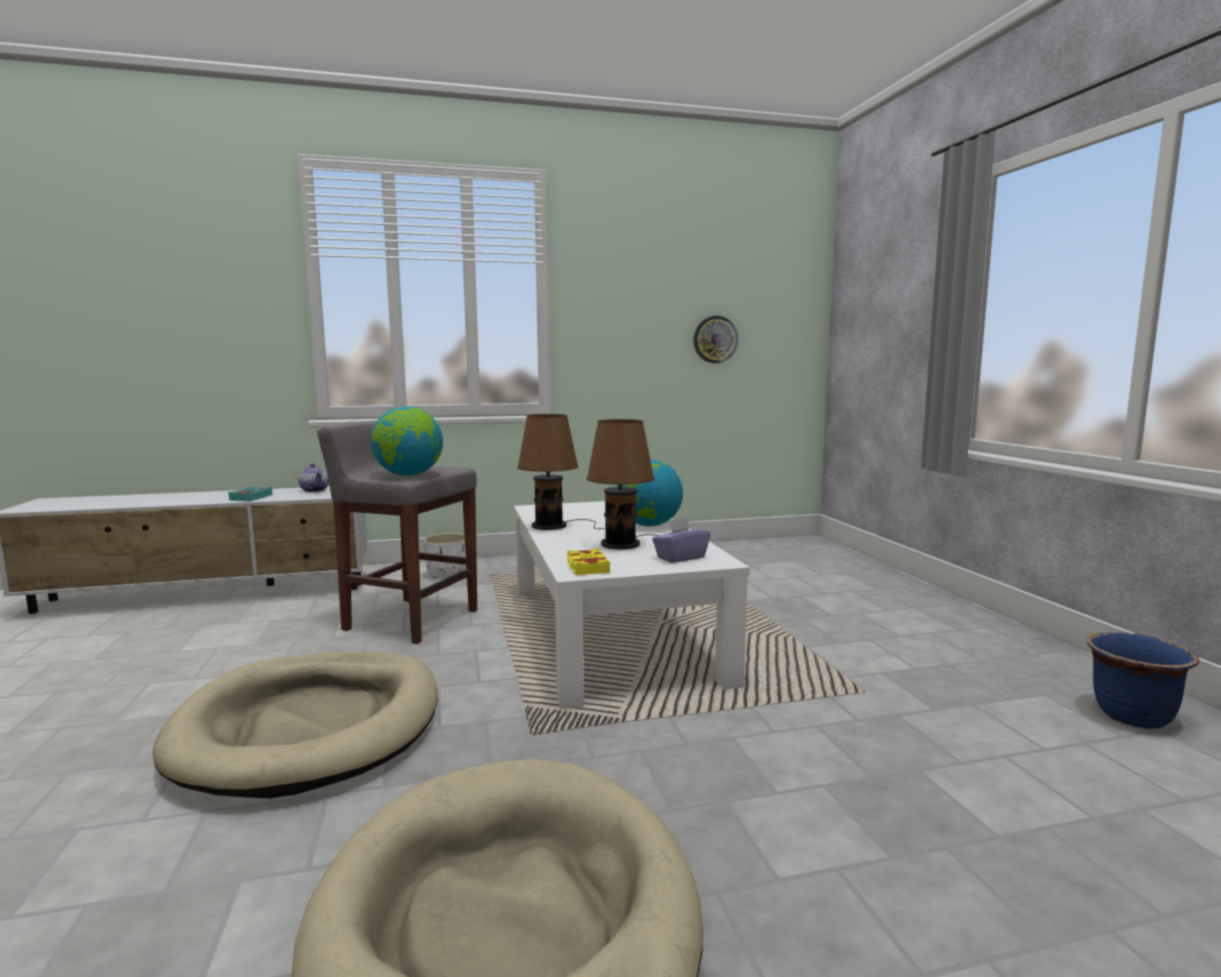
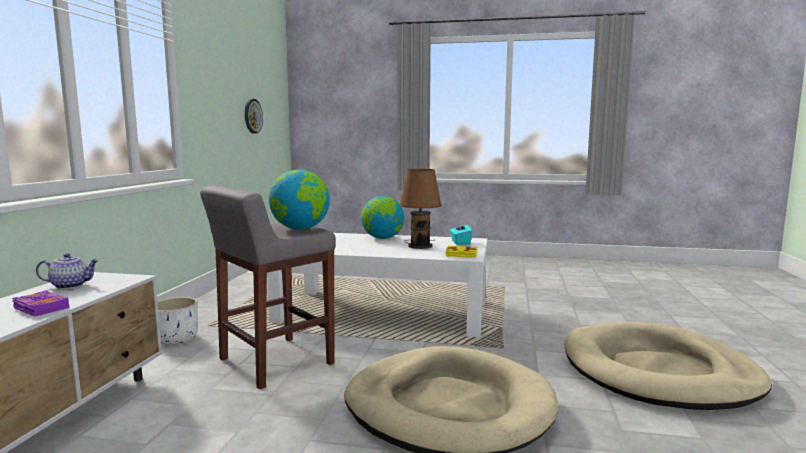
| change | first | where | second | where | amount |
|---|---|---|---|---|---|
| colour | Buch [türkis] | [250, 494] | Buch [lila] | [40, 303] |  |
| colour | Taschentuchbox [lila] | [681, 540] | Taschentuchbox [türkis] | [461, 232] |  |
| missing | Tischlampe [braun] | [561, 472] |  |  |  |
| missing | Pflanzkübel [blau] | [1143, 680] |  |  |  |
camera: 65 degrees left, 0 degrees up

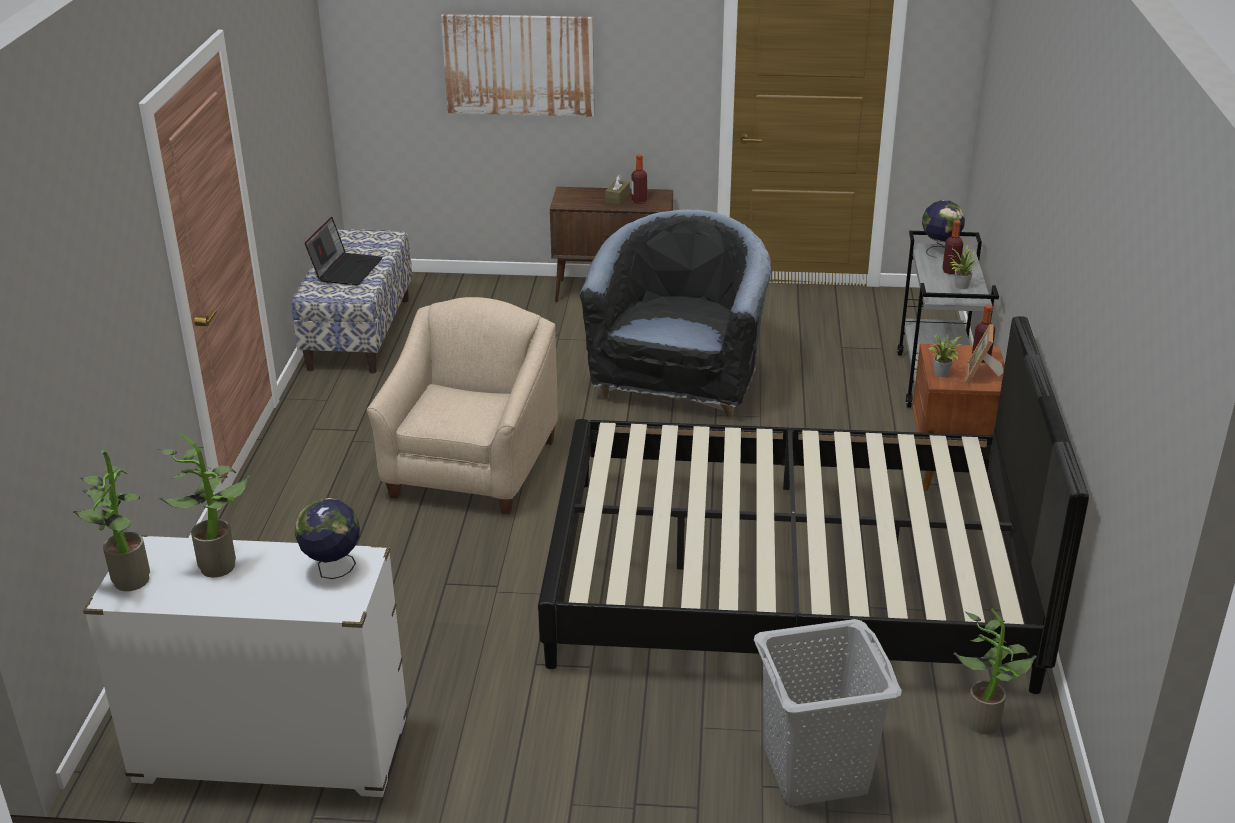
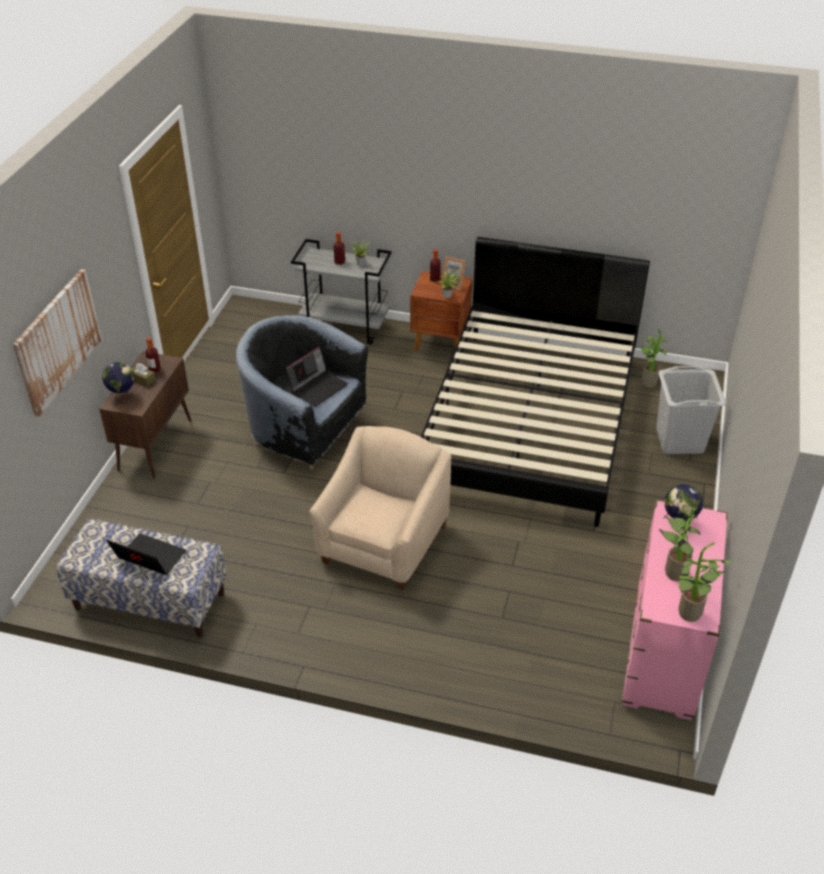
| change | first | where | second | where | amount |
|---|---|---|---|---|---|
| relocated | Globus | [943, 229] |  | [118, 383] |  |
| appeared |  |  | Laptop | [316, 376] |  |
| spun | Sessel [beige] | [462, 405] |  | [380, 508] | 90 degrees clockwise |
| colour | Kommode [weiß] | [245, 666] | Kommode [rosa] | [674, 609] |  |
camera: 80 degrees left, 10 degrees up

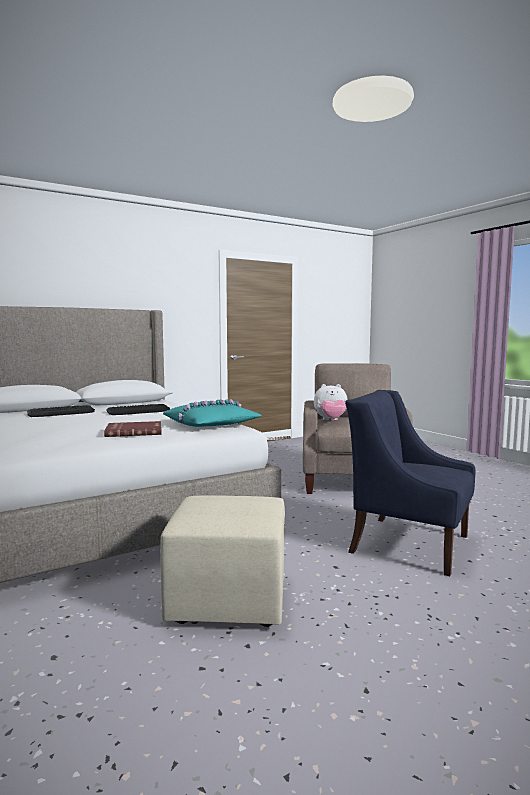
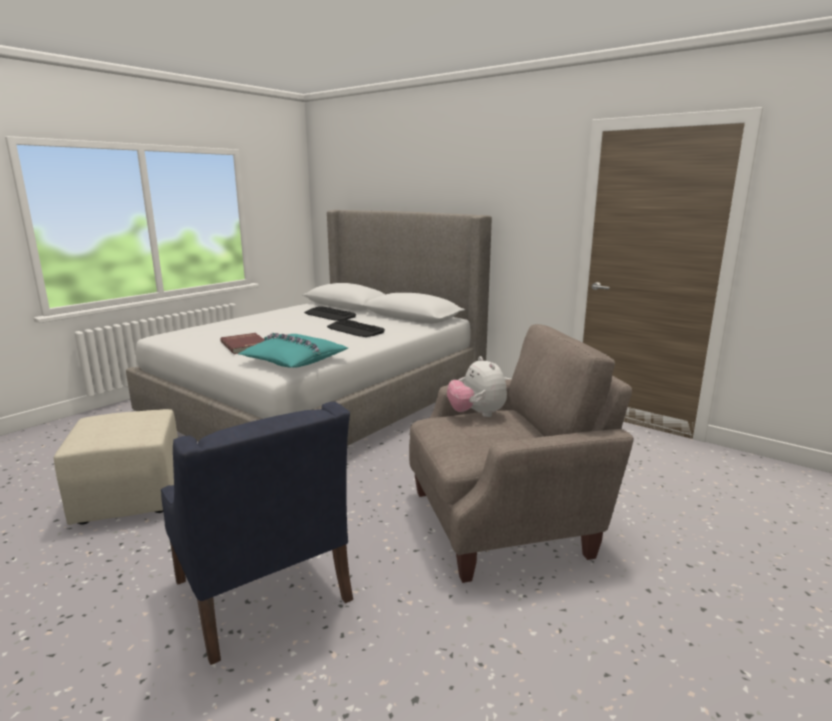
| change | first | where | second | where | amount |
|---|---|---|---|---|---|
| spun | Sessel [blau] | [410, 483] |  | [257, 533] | 135 degrees clockwise |
camera: 70 degrees right, 10 degrees up

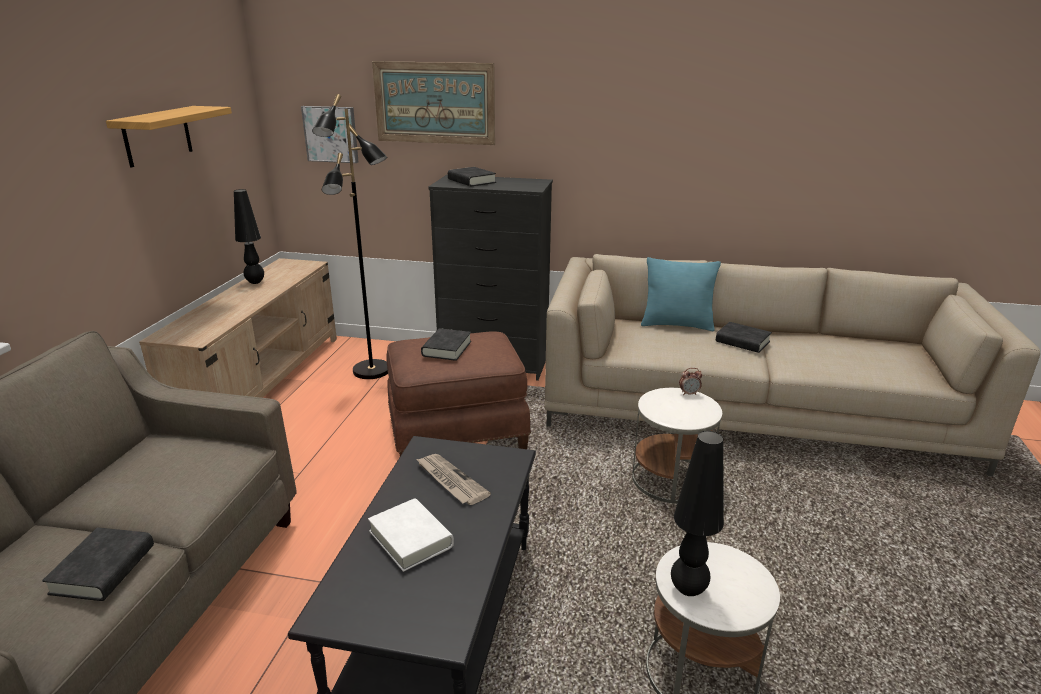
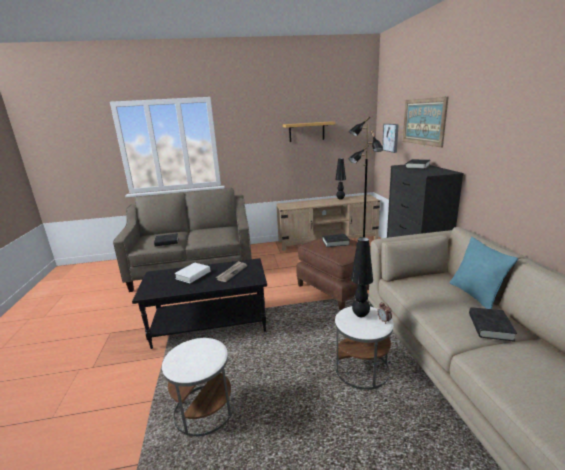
| change | first | where | second | where | amount |
|---|---|---|---|---|---|
| relocated | Tischlampe [schwarz] | [697, 513] |  | [362, 277] |  |
camera: 70 degrees right, 5 degrees down

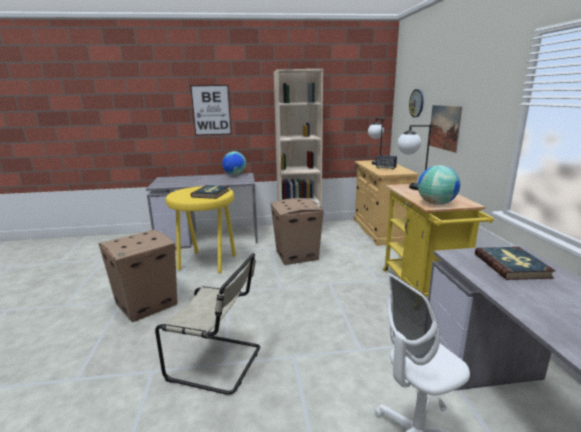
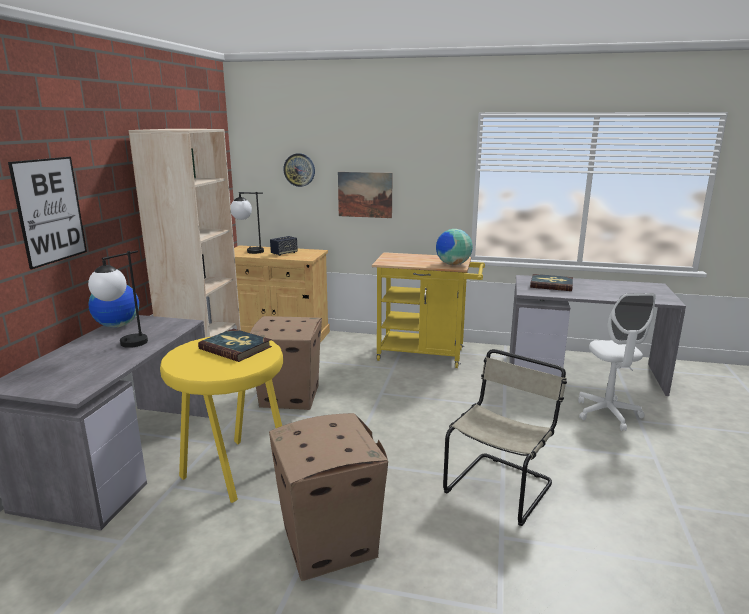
| change | first | where | second | where | amount |
|---|---|---|---|---|---|
| relocated | Tischlampe | [417, 157] |  | [118, 299] |  |
camera: 70 degrees left, 0 degrees up

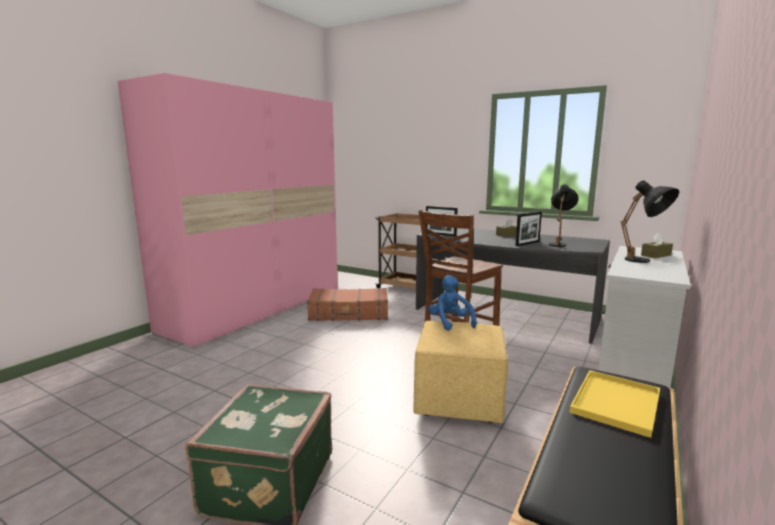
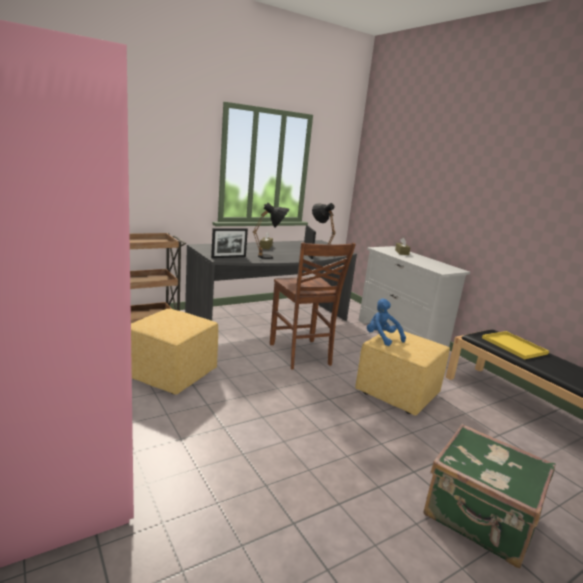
| change | first | where | second | where | amount |
|---|---|---|---|---|---|
| exchanged | Koffer [braun] | [347, 304] | Polsterhocker [gelb] | [174, 352] |  |
| relocated | Tischlampe [schwarz] | [650, 221] |  | [271, 231] |  |
| spun | Plüschtier [blau] | [452, 303] |  | [386, 322] | 45 degrees clockwise |
camera: 65 degrees left, 5 degrees up

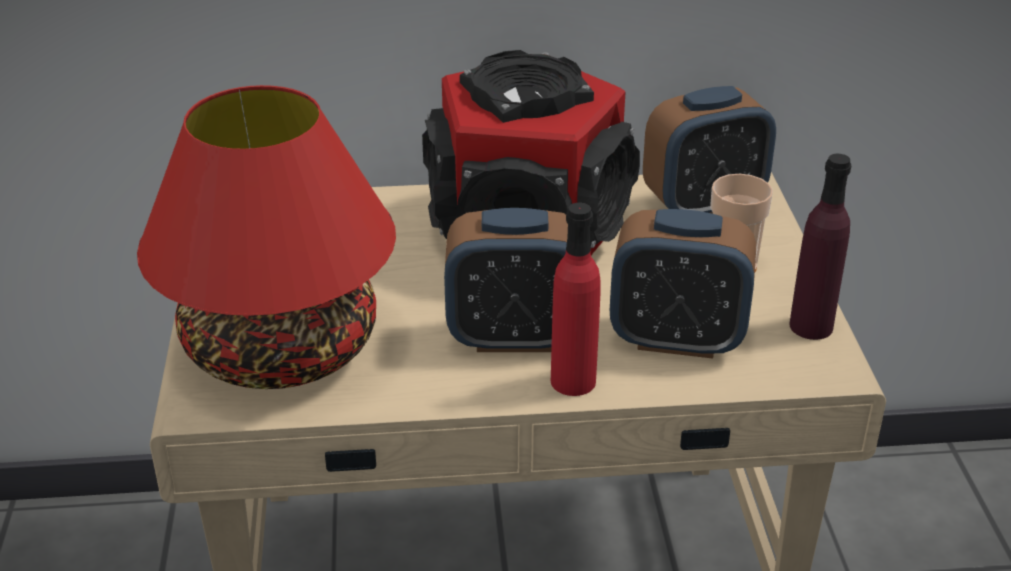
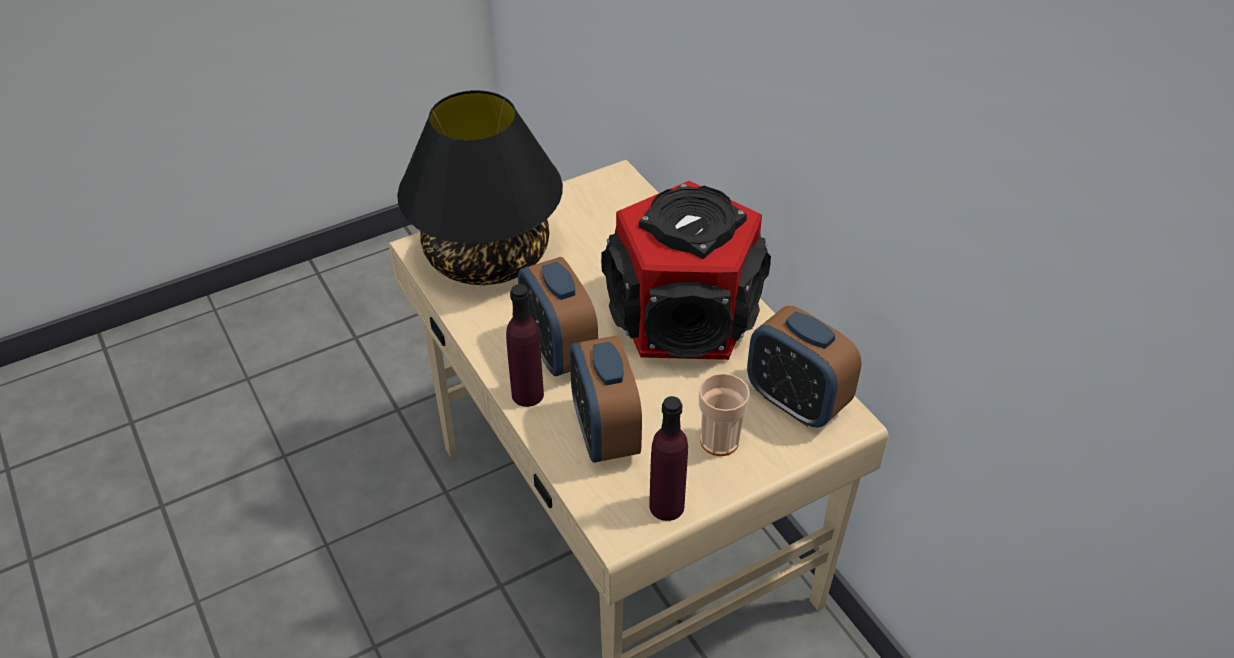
| change | first | where | second | where | amount |
|---|---|---|---|---|---|
| colour | Tischlampe [rot] | [266, 237] | Tischlampe [schwarz] | [480, 187] |  |
| colour | Flasche [rot] | [576, 299] | Flasche [lila] | [525, 345] |  |
camera: 65 degrees right, 10 degrees up

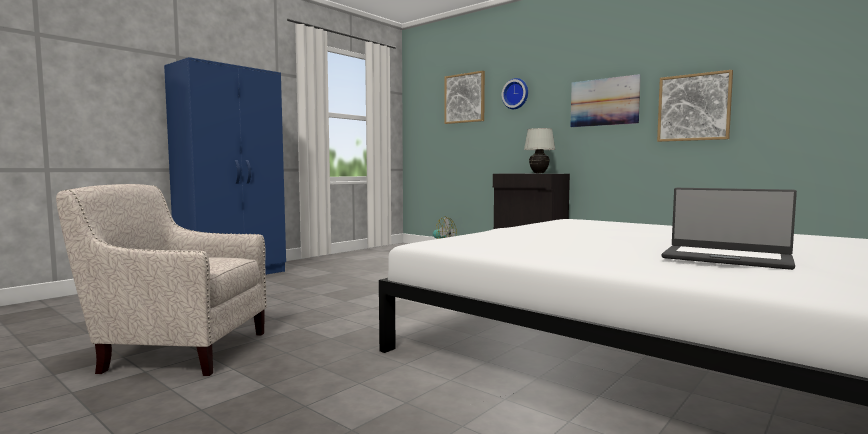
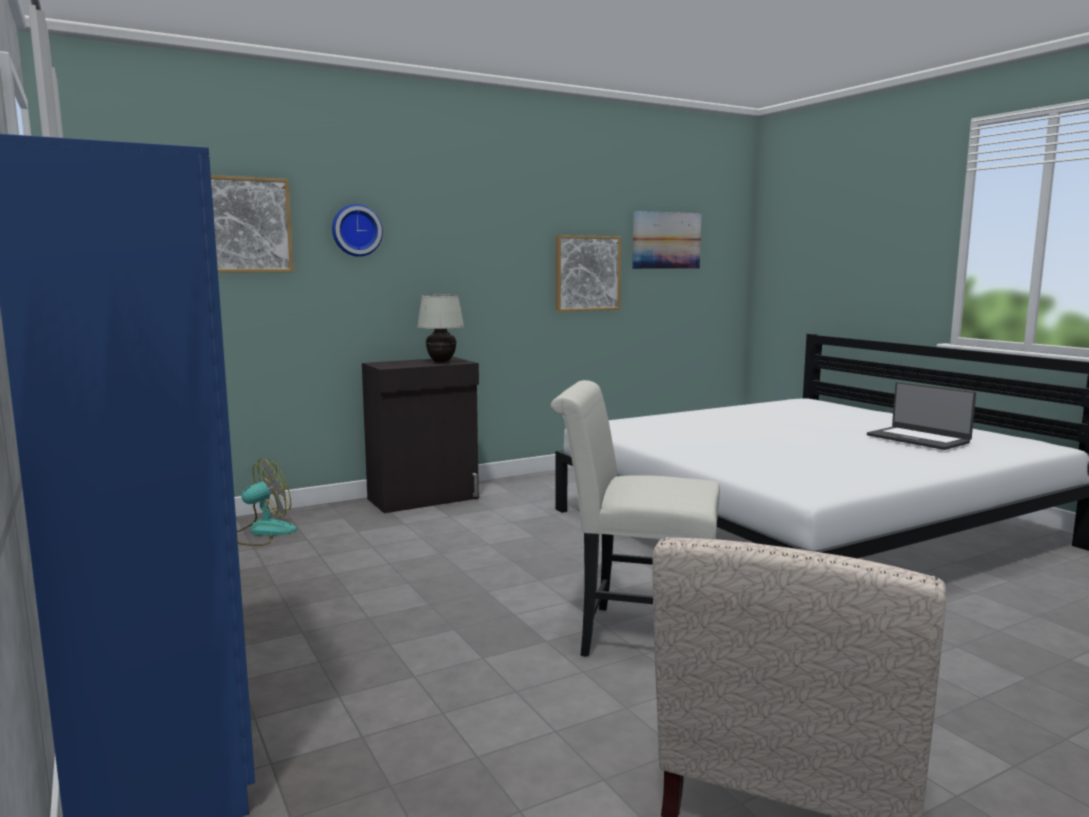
| change | first | where | second | where | amount |
|---|---|---|---|---|---|
| appeared |  |  | Stuhl [weiß] | [635, 518] |  |
| relocated | Bild | [605, 100] |  | [667, 240] |  |
| spun | Laptop | [729, 229] |  | [921, 416] | 90 degrees clockwise |
camera: 70 degrees left, 5 degrees up

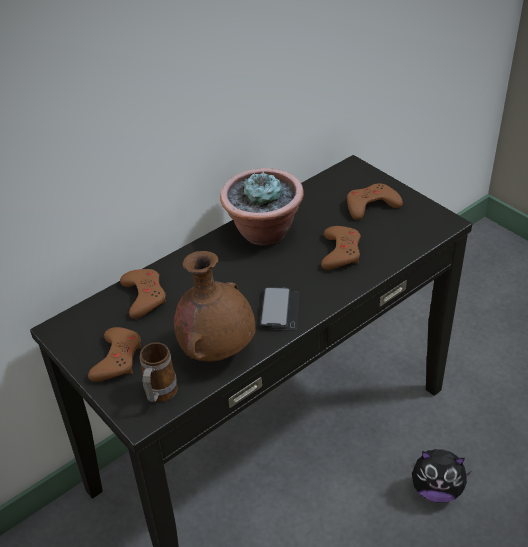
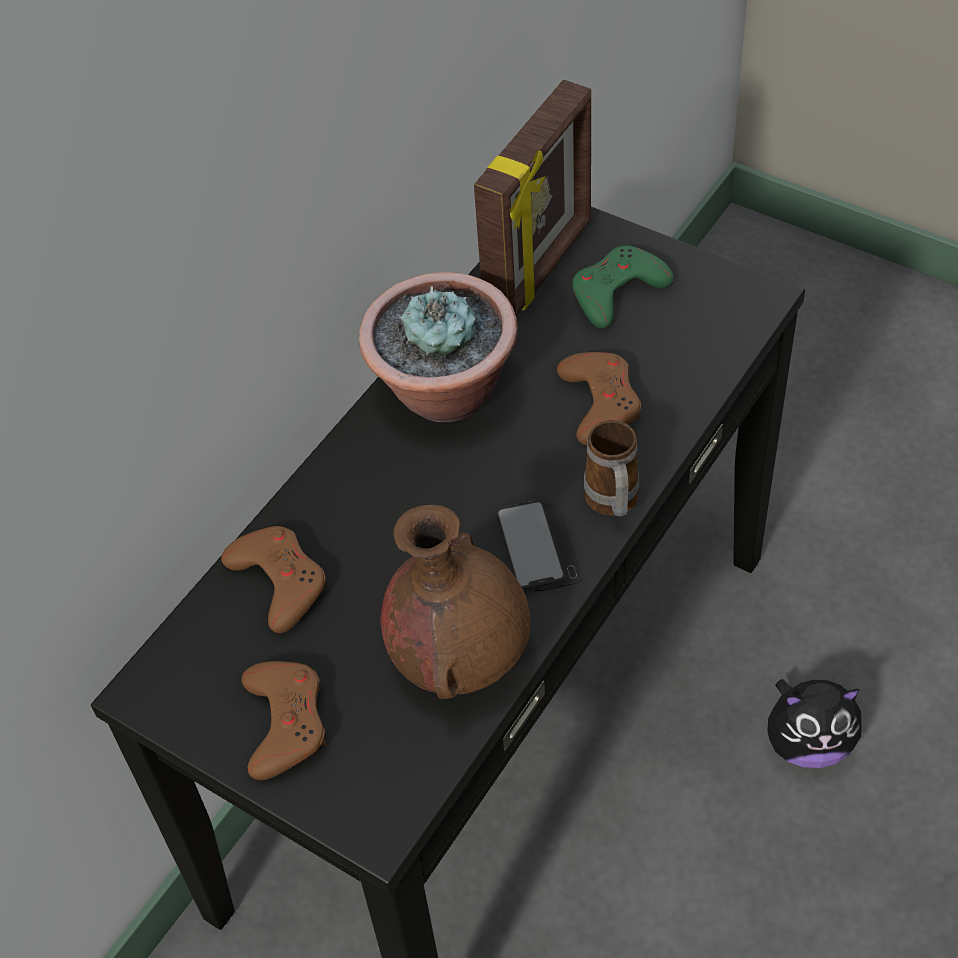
| change | first | where | second | where | amount |
|---|---|---|---|---|---|
| appeared |  |  | Bilderrahmen | [532, 198] |  |
| colour | Gamepad [braun] | [375, 201] | Gamepad [grün] | [623, 287] |  |
| relocated | Henkelbecher | [159, 372] |  | [611, 468] |  |
camera: 15 degrees left, 10 degrees up

